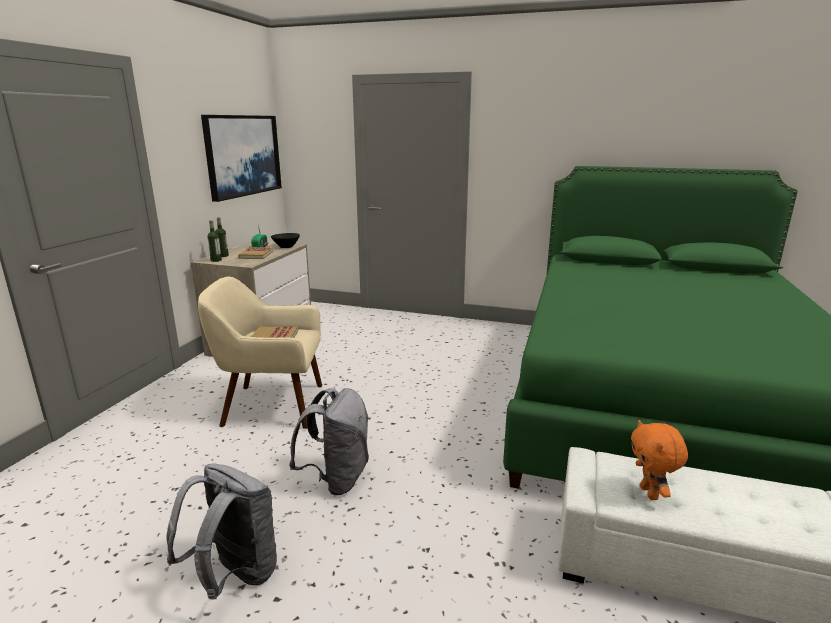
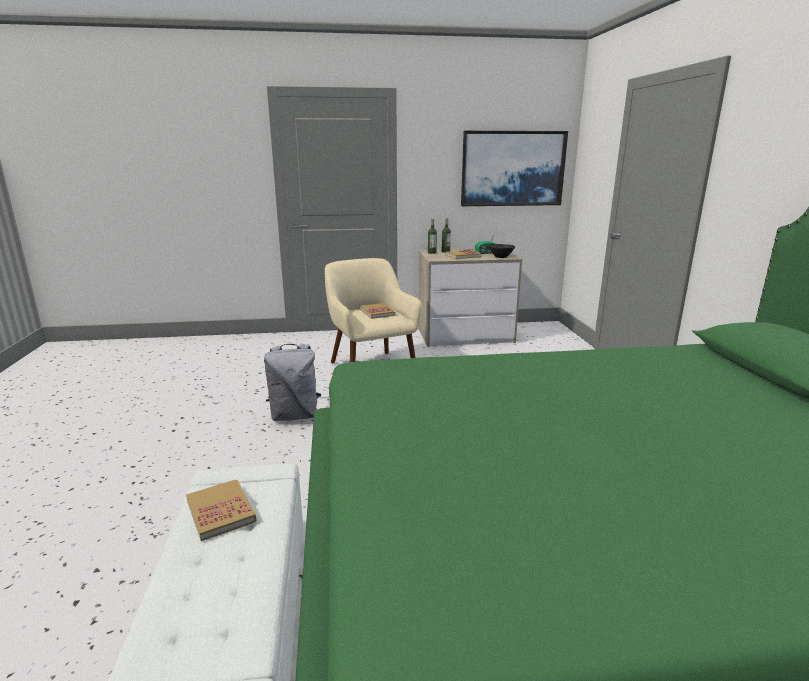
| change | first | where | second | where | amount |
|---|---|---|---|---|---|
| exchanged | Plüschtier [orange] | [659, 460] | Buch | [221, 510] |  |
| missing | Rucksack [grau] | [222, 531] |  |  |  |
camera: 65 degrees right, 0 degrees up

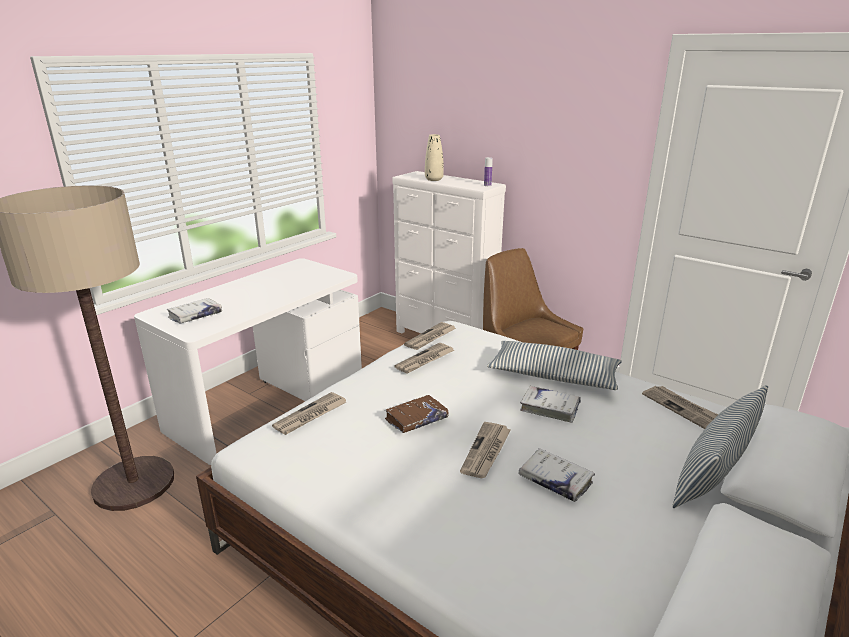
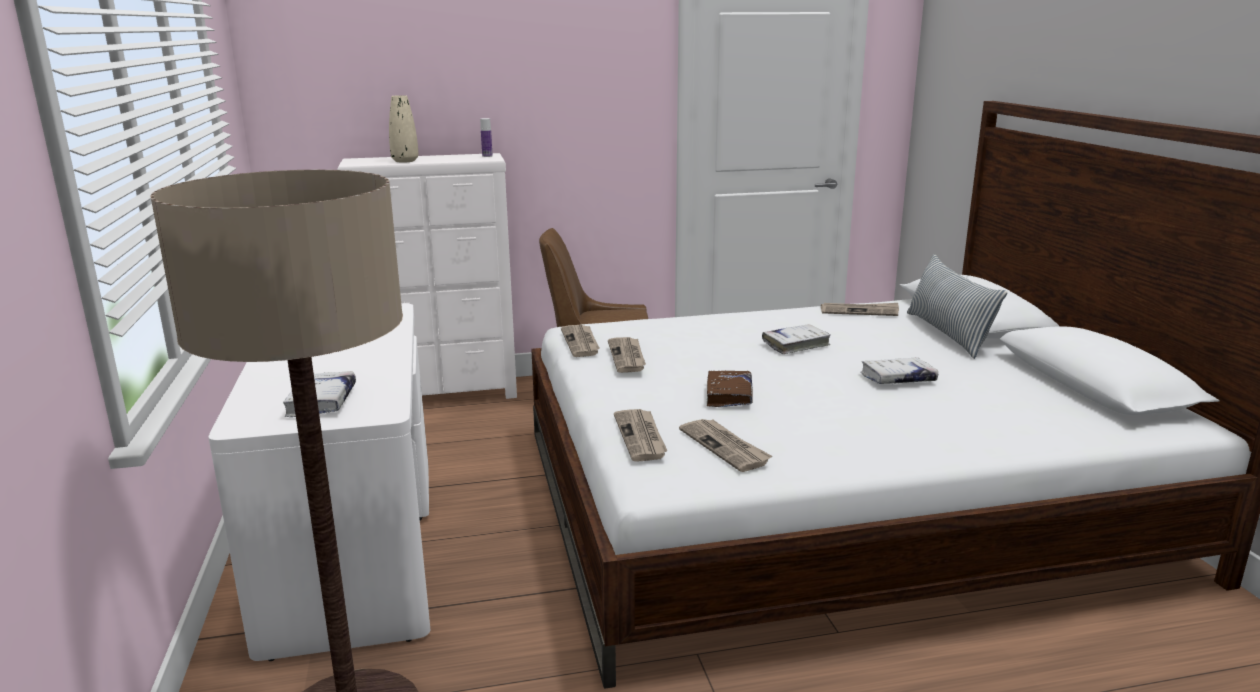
| change | first | where | second | where | amount |
|---|---|---|---|---|---|
| relocated | Zeitung | [485, 450] |  | [725, 445] |  |
| missing | Kissen | [554, 365] |  |  |  |
camera: 50 degrees left, 5 degrees down

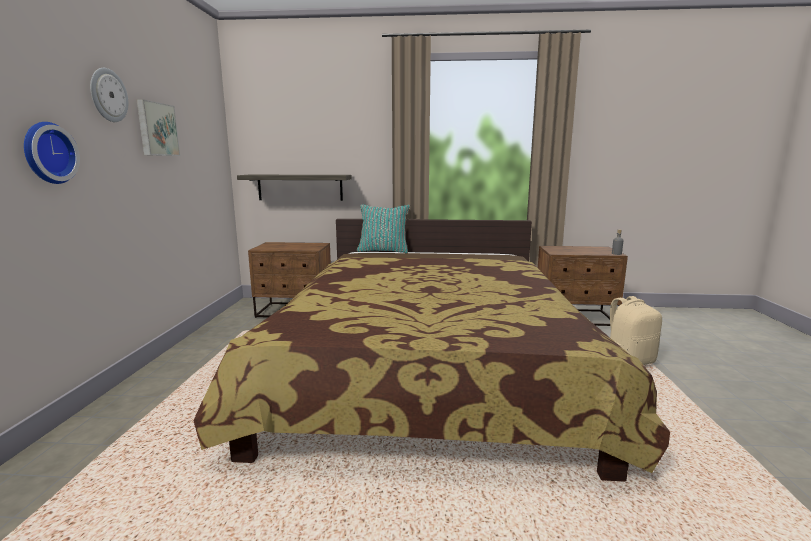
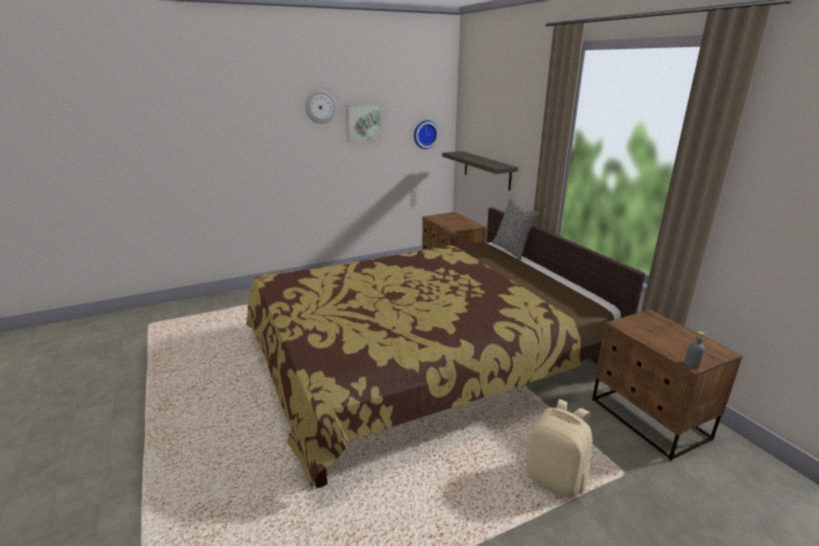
| change | first | where | second | where | amount |
|---|---|---|---|---|---|
| relocated | Wanduhr | [52, 153] |  | [426, 134] |  |
| colour | Kissen [türkis] | [383, 228] | Kissen [grau] | [516, 229] |  |
camera: 60 degrees right, 10 degrees up

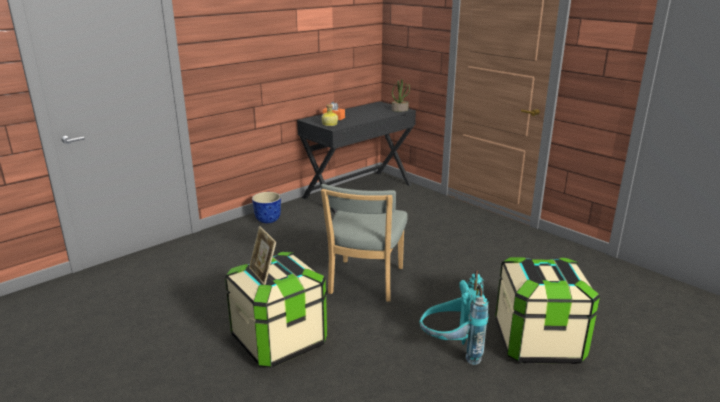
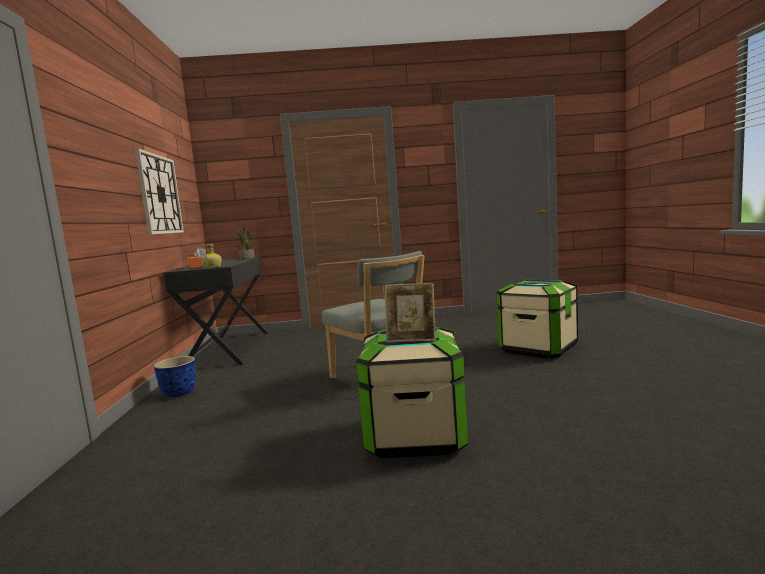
| change | first | where | second | where | amount |
|---|---|---|---|---|---|
| appeared |  |  | Wanduhr | [159, 192] |  |
| missing | Rucksack [türkis] | [454, 317] |  |  |  |
camera: 50 degrees left, 15 degrees down

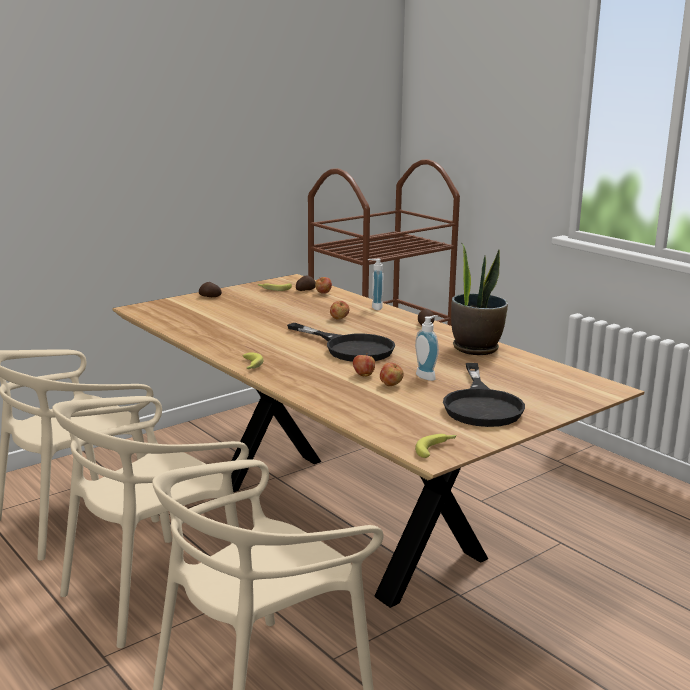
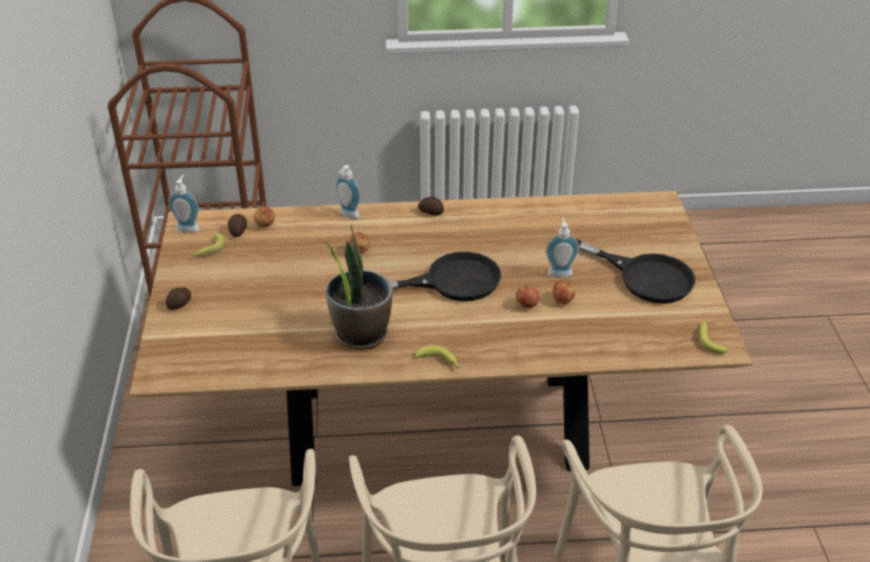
| change | first | where | second | where | amount |
|---|---|---|---|---|---|
| appeared |  |  | Seifenspender | [183, 204] |  |
| relocated | Topfpflanze | [479, 299] |  | [359, 287] |  |
camera: 55 degrees left, 20 degrees up

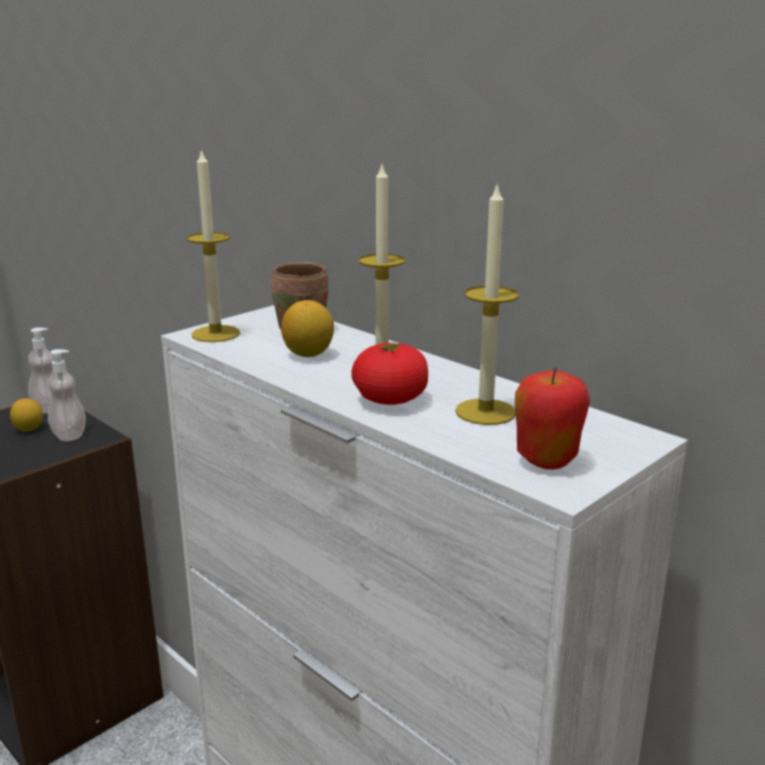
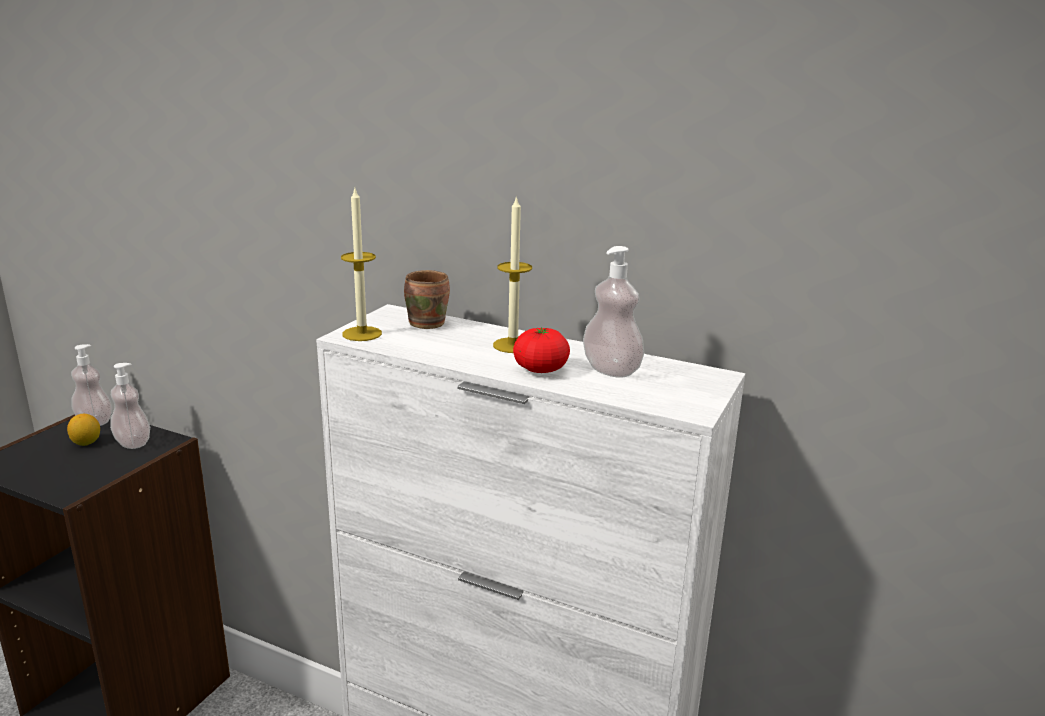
| change | first | where | second | where | amount |
|---|---|---|---|---|---|
| exchanged | Kerze | [487, 303] | Seifenspender | [613, 312] |  |
| missing | Zitrone | [307, 328] |  |  |  |
| missing | Apfel | [552, 418] |  |  |  |
camera: 20 degrees left, 0 degrees up

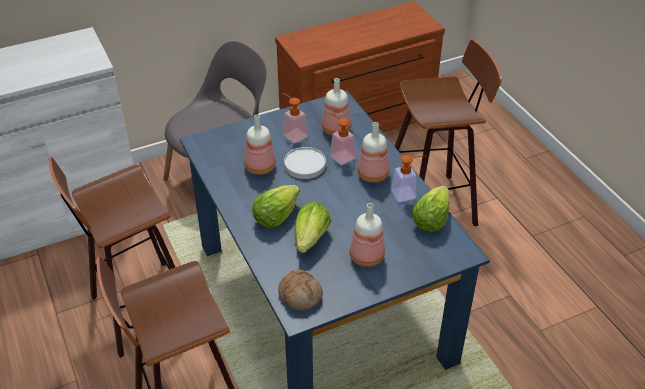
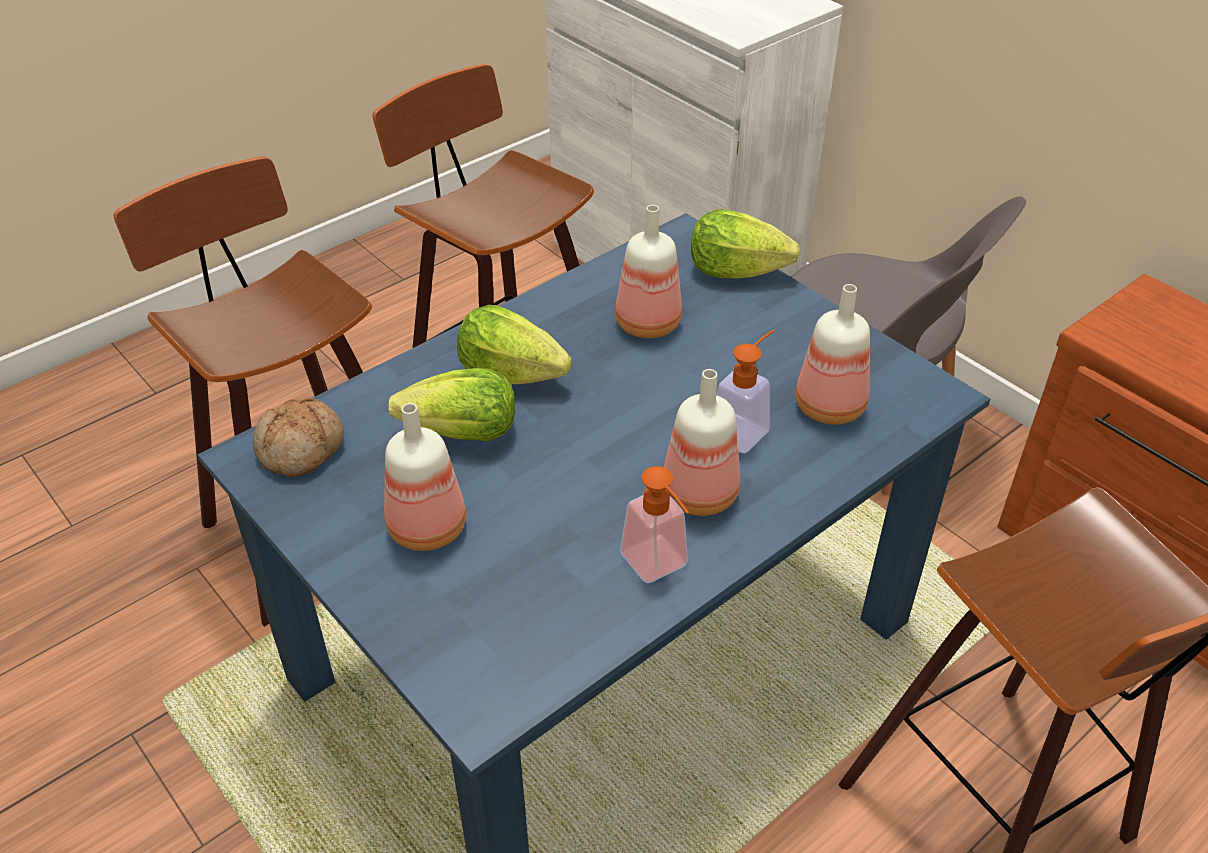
| change | first | where | second | where | amount |
|---|---|---|---|---|---|
| relocated | Salatkopf | [430, 209] |  | [745, 244] |  |
| missing | Seifenspender | [295, 118] |  |  |  |
| missing | Teller [weiß] | [305, 163] |  |  |  |
camera: 75 degrees right, 0 degrees up

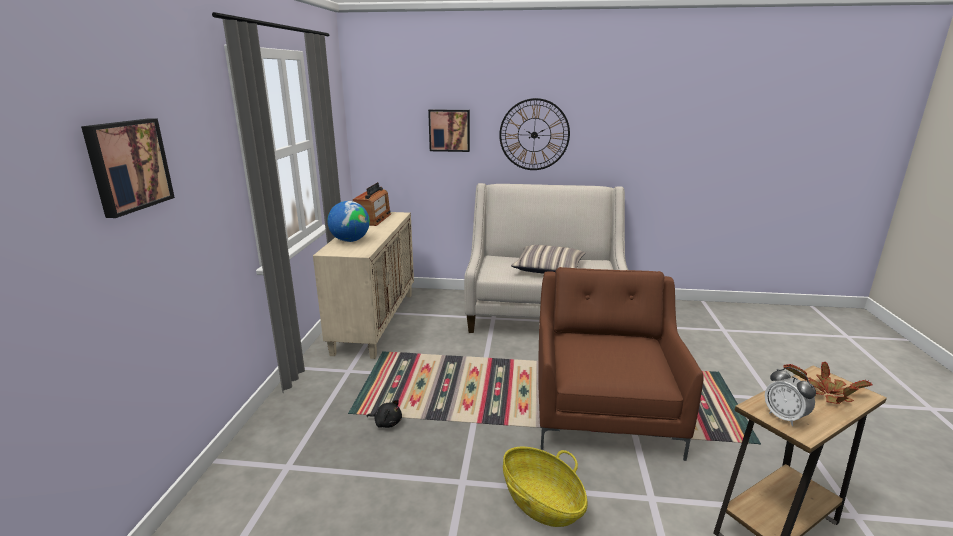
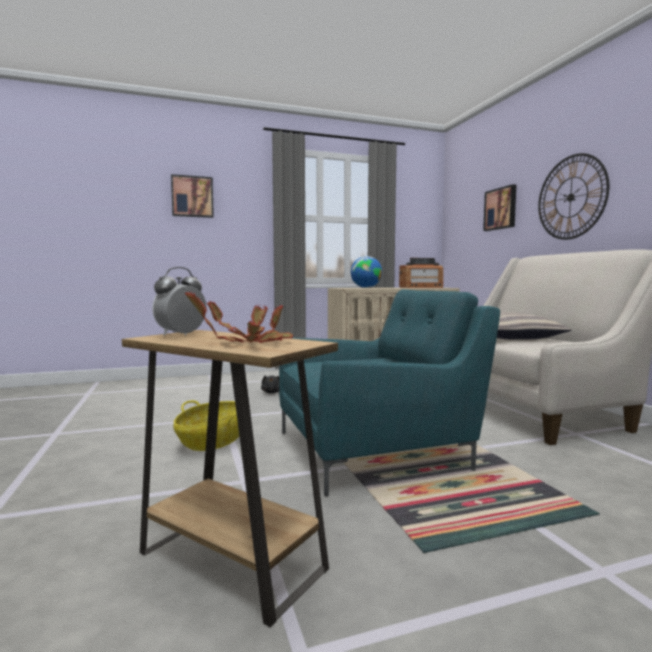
| change | first | where | second | where | amount |
|---|---|---|---|---|---|
| colour | Sessel [braun] | [621, 364] | Sessel [türkis] | [389, 393] |  |
camera: 65 degrees right, 15 degrees down

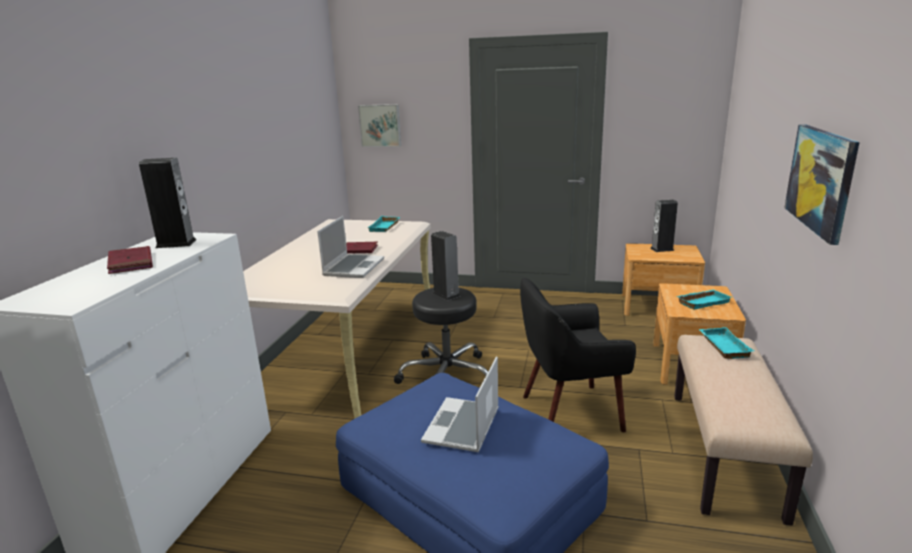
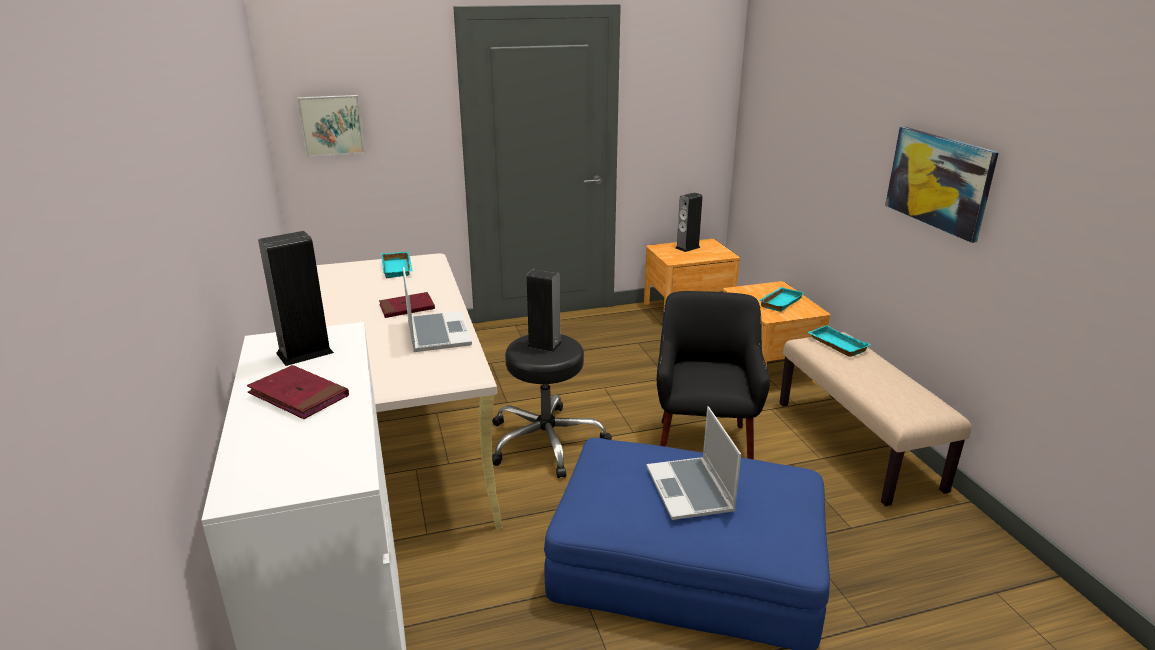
| change | first | where | second | where | amount |
|---|---|---|---|---|---|
| spun | Sessel [schwarz] | [578, 355] |  | [713, 375] | 135 degrees clockwise |
camera: 30 degrees left, 5 degrees up

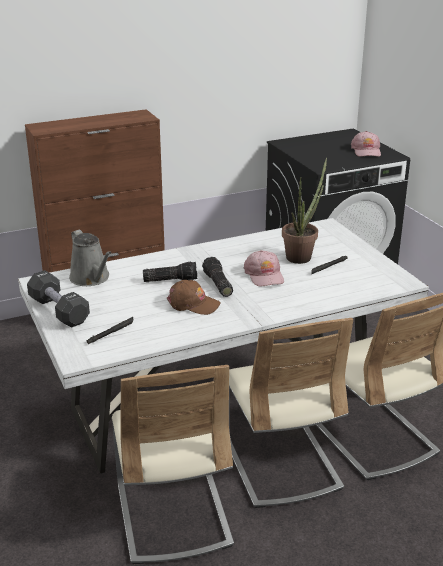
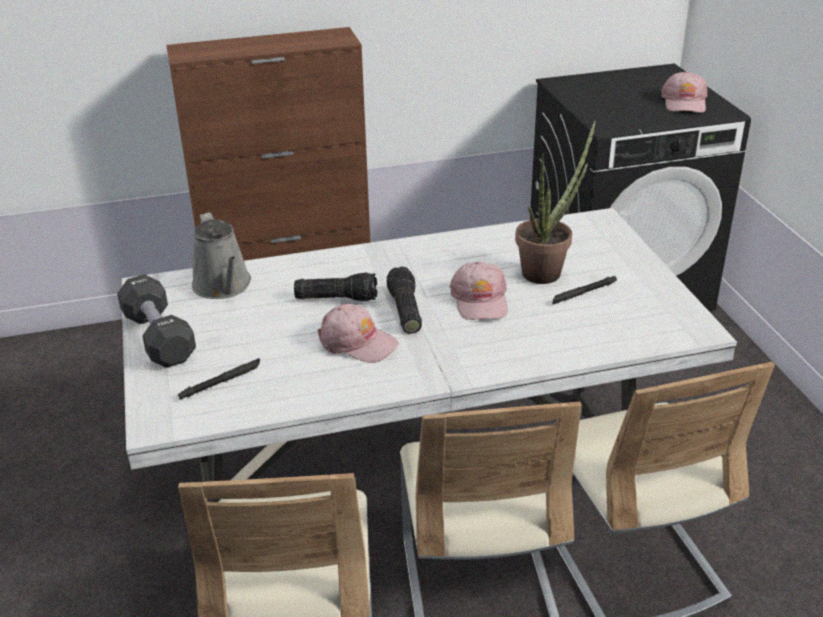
| change | first | where | second | where | amount |
|---|---|---|---|---|---|
| colour | Kappe [braun] | [194, 297] | Kappe [rosa] | [358, 333] |  |
camera: 10 degrees right, 5 degrees up

